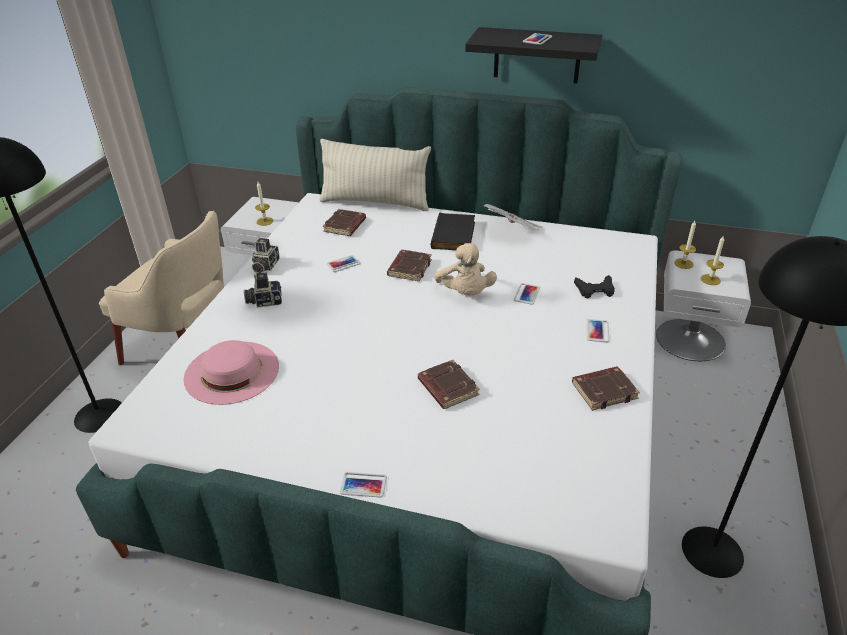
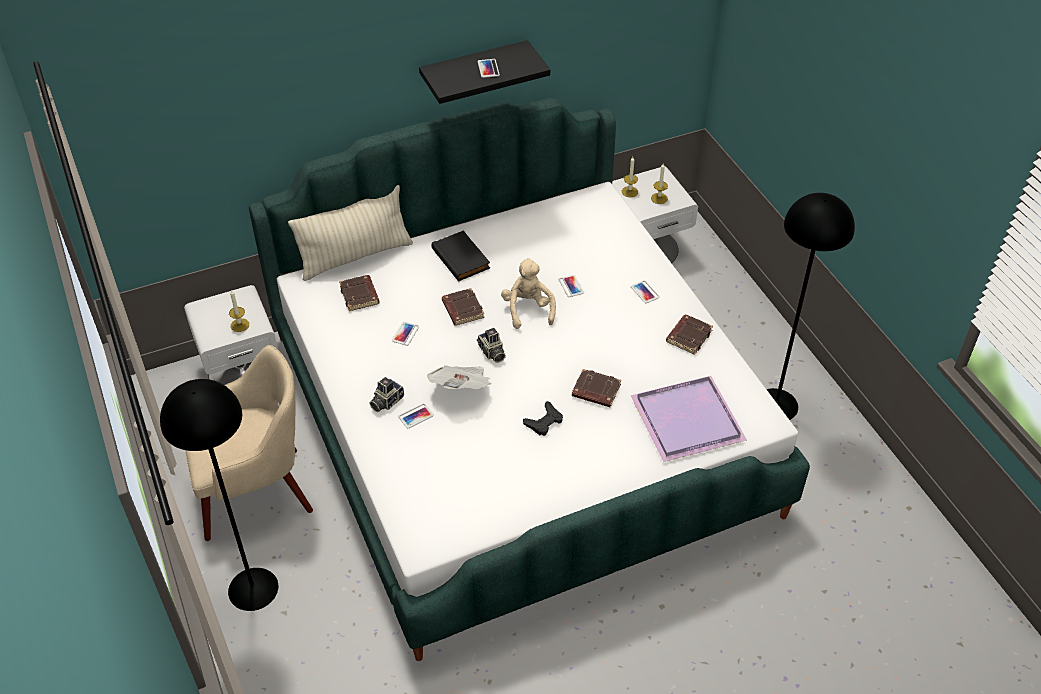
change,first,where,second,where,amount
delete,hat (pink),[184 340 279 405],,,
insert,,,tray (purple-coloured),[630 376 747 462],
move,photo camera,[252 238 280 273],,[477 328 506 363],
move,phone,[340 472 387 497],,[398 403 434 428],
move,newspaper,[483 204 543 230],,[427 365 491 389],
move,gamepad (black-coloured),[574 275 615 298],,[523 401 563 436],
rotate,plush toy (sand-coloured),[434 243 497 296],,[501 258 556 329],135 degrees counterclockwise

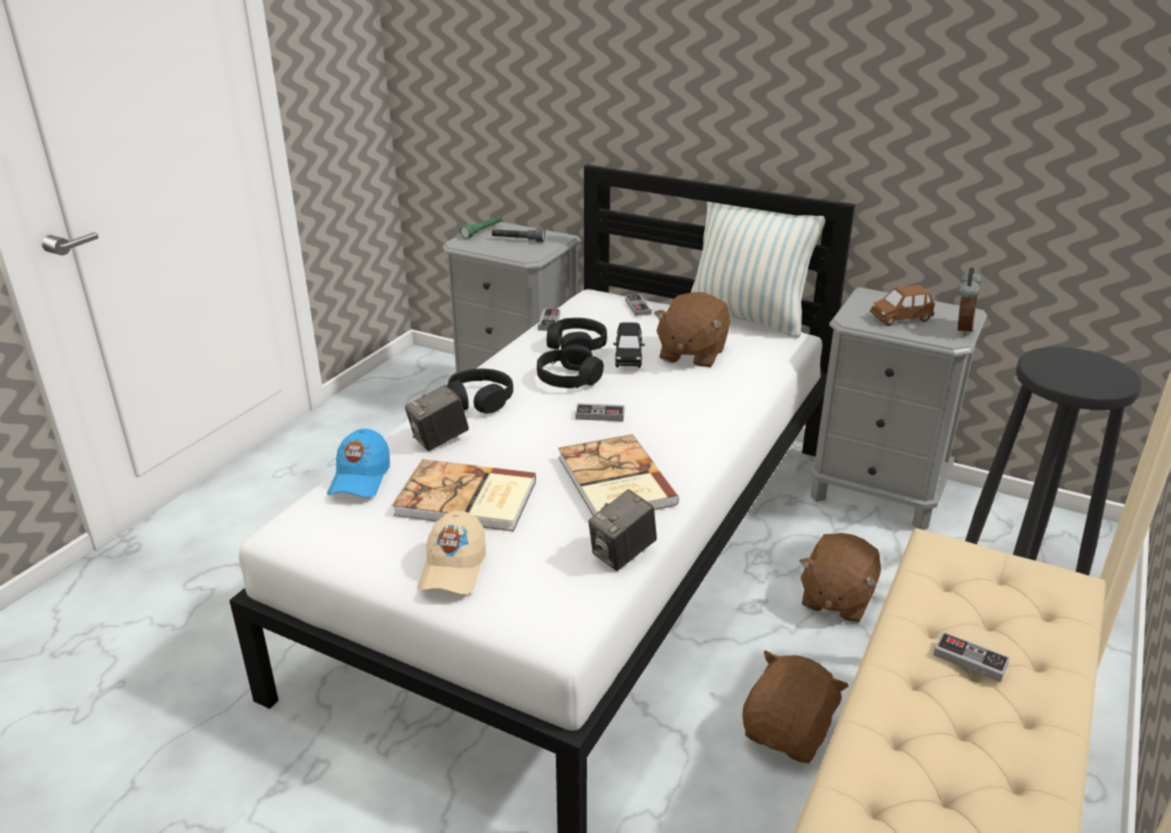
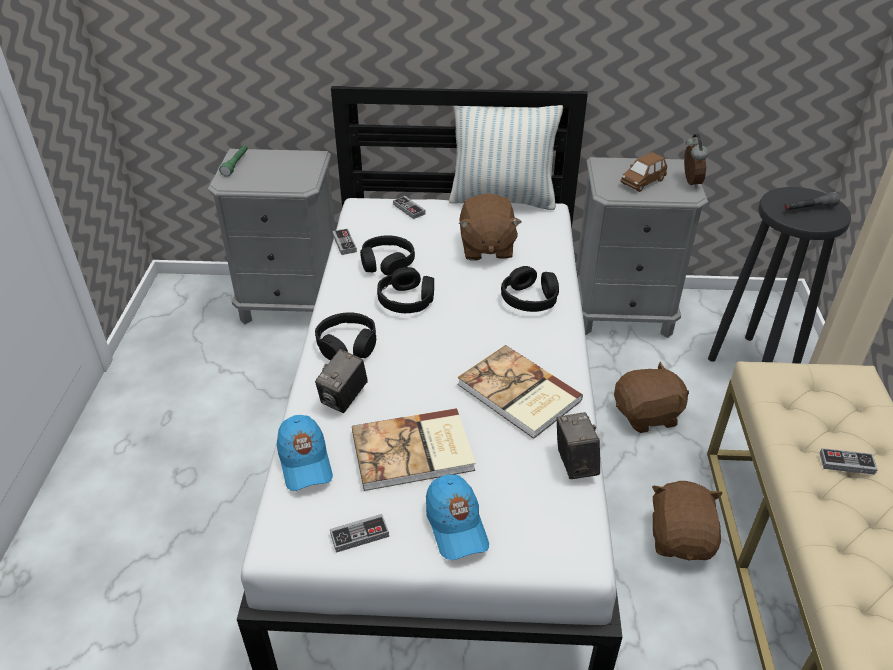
change,first,where,second,where,amount
delete,model car (black-coloured),[613 322 645 368],,,
insert,,,headphones (black-coloured),[501 266 559 312],
move,flashlight (gray),[492 228 545 242],,[784 192 840 210],
move,gamepad,[575 403 625 421],,[330 514 389 553],
recolor,cap (sand-coloured),[418 511 486 594],cap (blue),[426 474 489 560],
rotate,photo camera,[588 489 657 571],,[556 412 600 479],150 degrees clockwise
rotate,plush toy (brownish),[799 533 881 622],,[614 362 689 433],105 degrees counterclockwise

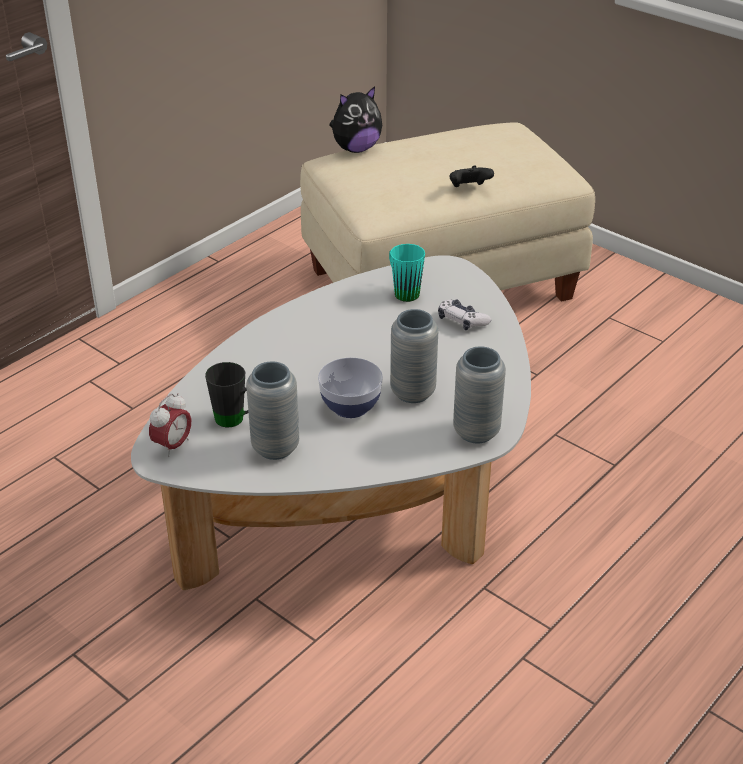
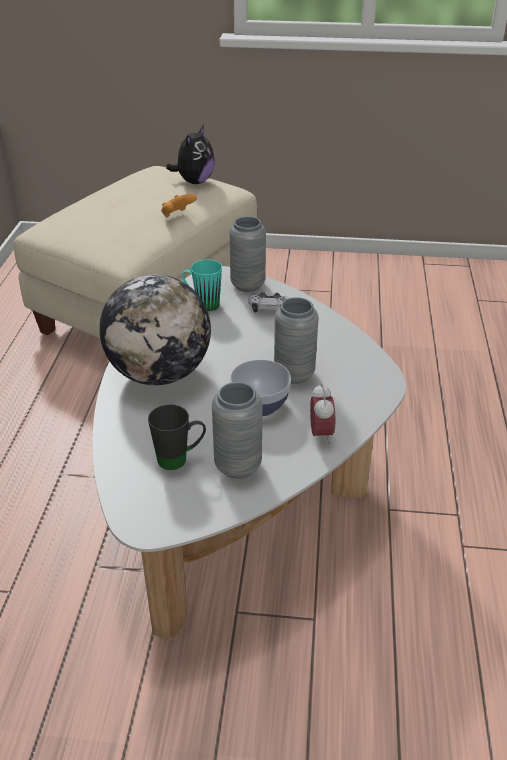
change,first,where,second,where,amount
insert,,,desk globe,[99 274 211 385],
move,table clock,[149 393 191 458],,[310 383 335 444],
move,plush toy,[329 86 382 153],,[166 125 215 184],
move,flower vase (gray),[453 346 506 444],,[229 216 266 292],
recolor,gamepad (black-coloured),[450 166 494 187],gamepad (orangey),[161 193 197 217],

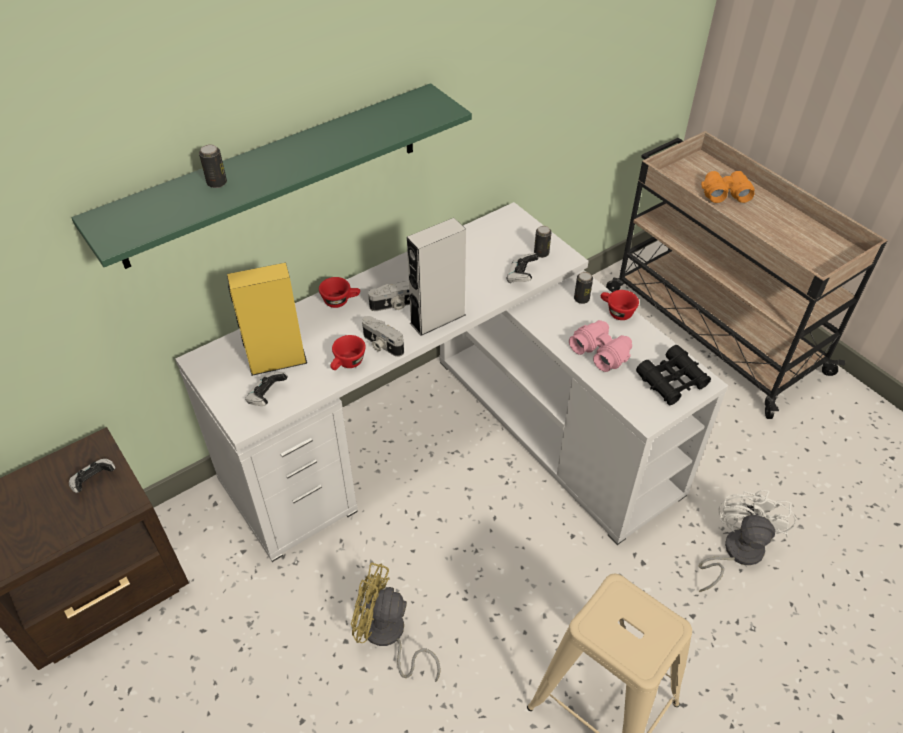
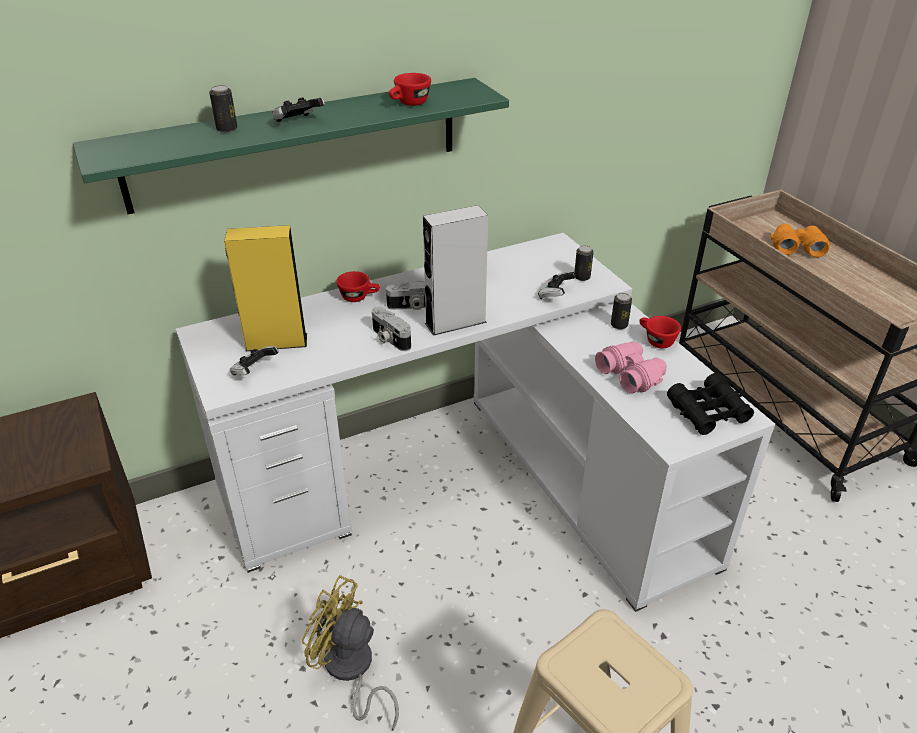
change,first,where,second,where,amount
delete,electric fan (white),[699 490 797 592],,,
move,gamepad,[69 459 116 493],,[272 97 325 122],
move,cup (reddish),[330 335 366 370],,[389 73 431 106],

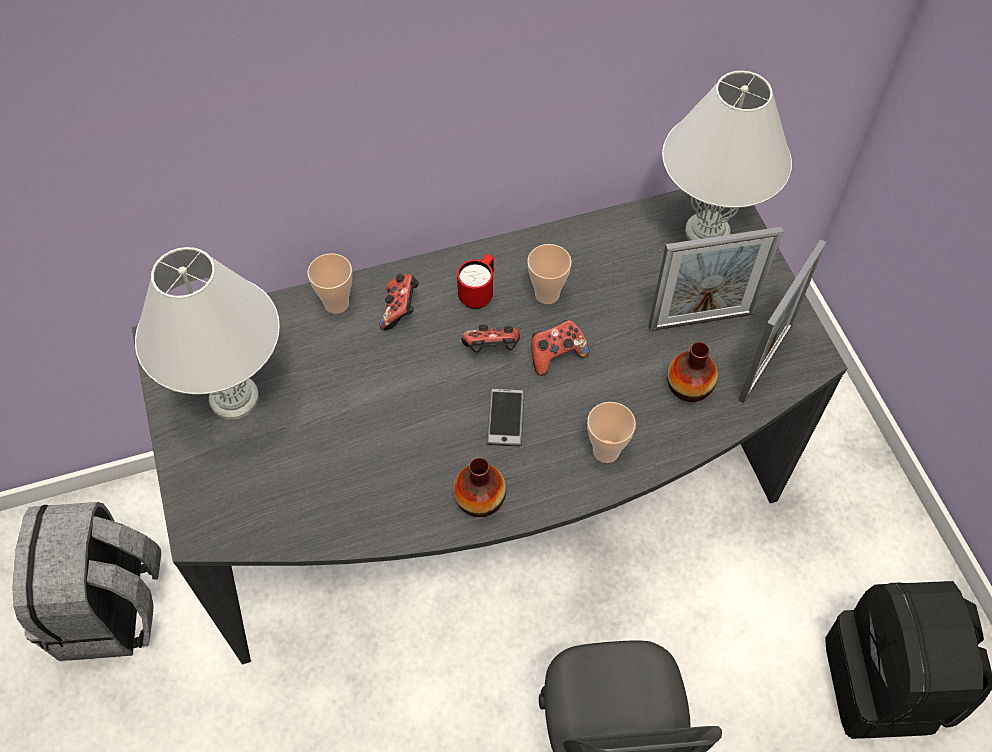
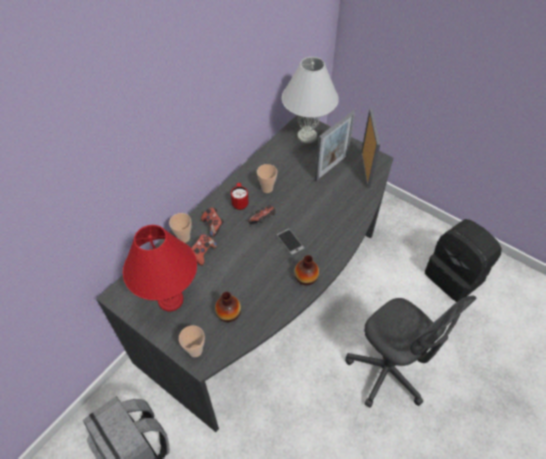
change,first,where,second,where,amount
move,gamepad,[531 320 590 376],,[191 234 217 266],
move,cup,[587 402 636 463],,[179 326 205 357],
move,flower vase,[667 342 718 402],,[215 292 241 322],
recolor,table lamp (white),[135 247 280 420],table lamp (reddish),[123 225 197 311],

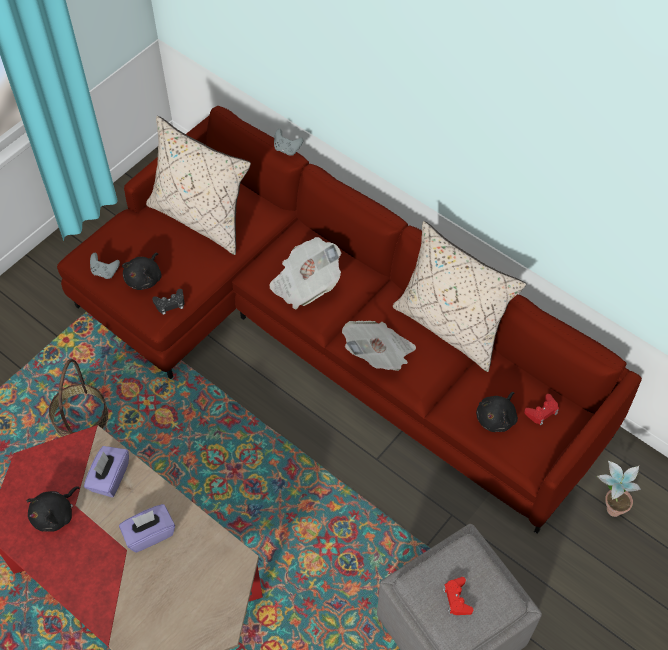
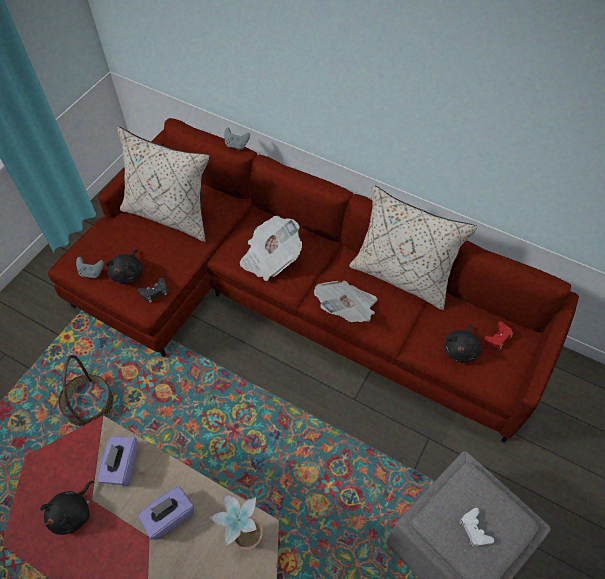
change,first,where,second,where,amount
move,houseplant,[597 461 641 517],,[208 495 263 549],
recolor,gamepad (reddish),[443 577 473 615],gamepad (white),[459 508 494 547],

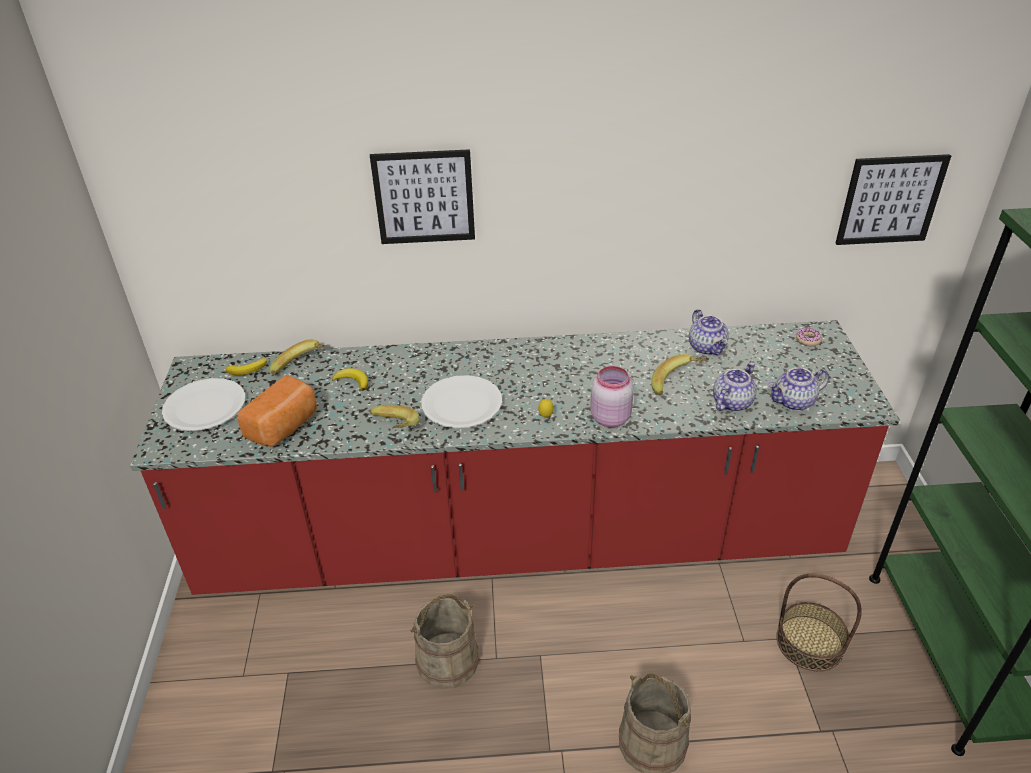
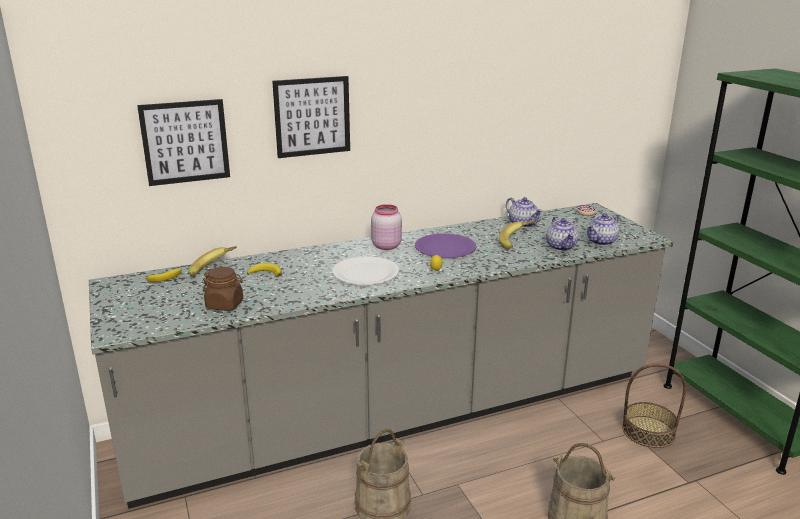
change,first,where,second,where,amount
delete,plate (white),[162 378 245 431],,,
delete,banana fruit,[370 405 420 429],,,
insert,,,plate (purple-coloured),[415 234 477 258],
move,storage jar (pink),[590 366 634 428],,[371 204 402 250],
move,wall art,[836 154 951 245],,[137 99 230 186],
replace,baked bread,[237 375 317 447],storage jar (brownish),[203 267 243 311],
recolor,counter (reddish),[130 320 900 595],counter (gray),[89 203 673 509],
rotate,pot for tea,[713 362 757 412],,[546 217 578 251],150 degrees clockwise

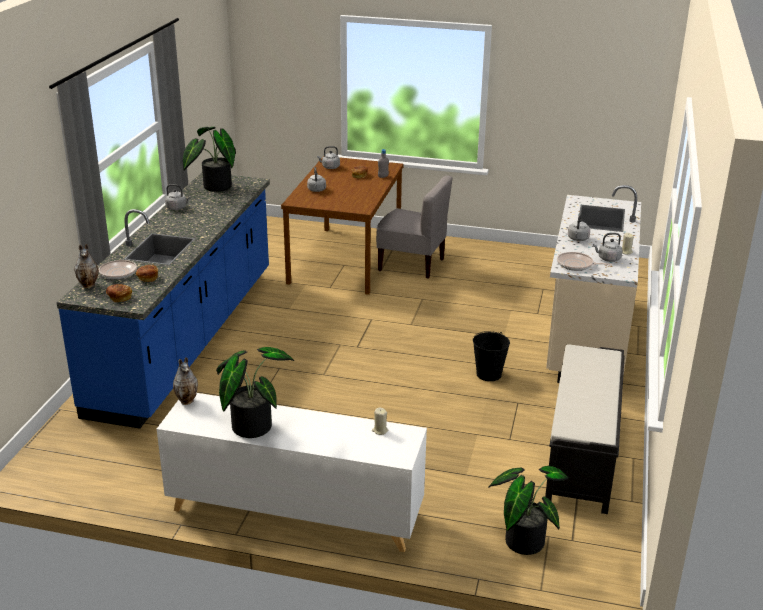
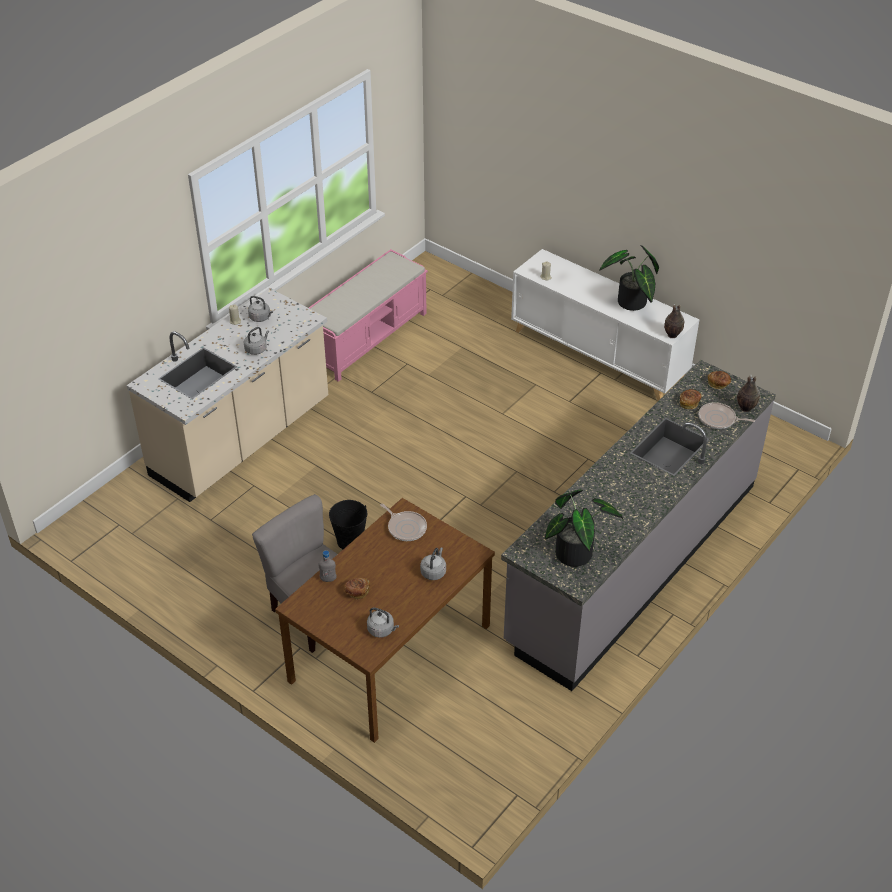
change,first,where,second,where,amount
delete,tea kettle (gray),[165 184 191 210],,,
delete,houseplant,[488 466 569 555],,,
move,bucket (black-coloured),[473 331 510 381],,[329 500 367 549],
move,frying pan,[557 252 612 271],,[380 504 427 541],
recolor,counter (blue),[57 173 270 429],counter (gray),[501 360 776 691],
recolor,long seat (black-coloured),[545 344 625 514],long seat (pink),[309 249 428 382],

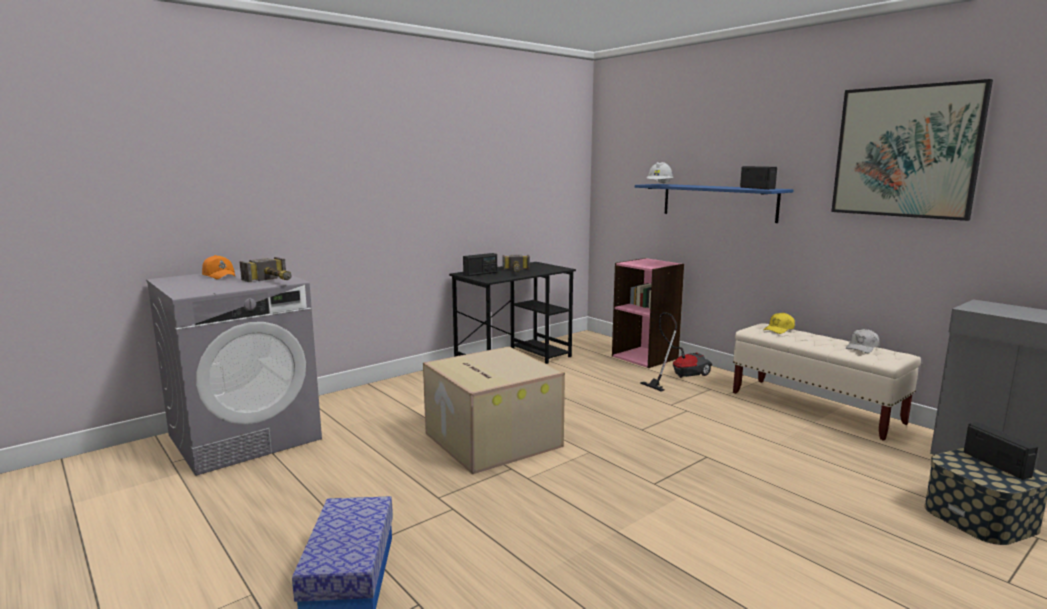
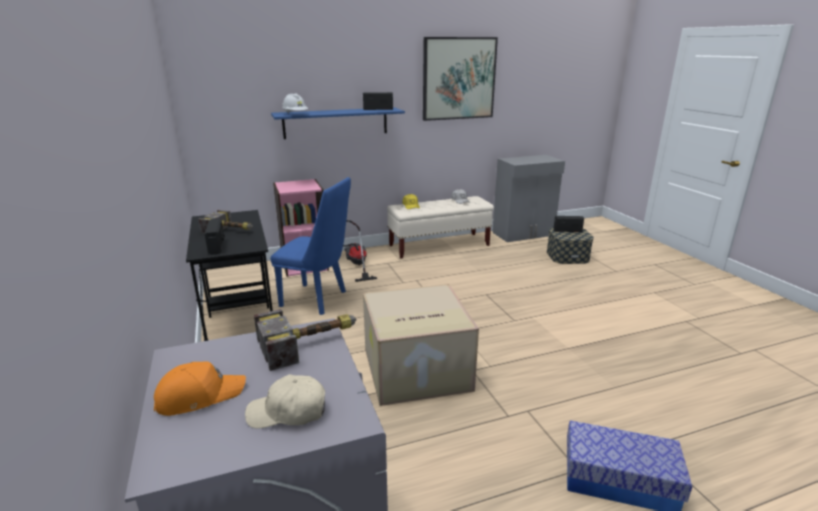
change,first,where,second,where,amount
insert,,,cap (sand-coloured),[245 374 325 429],
insert,,,plain chair (blue),[270 177 351 315],

